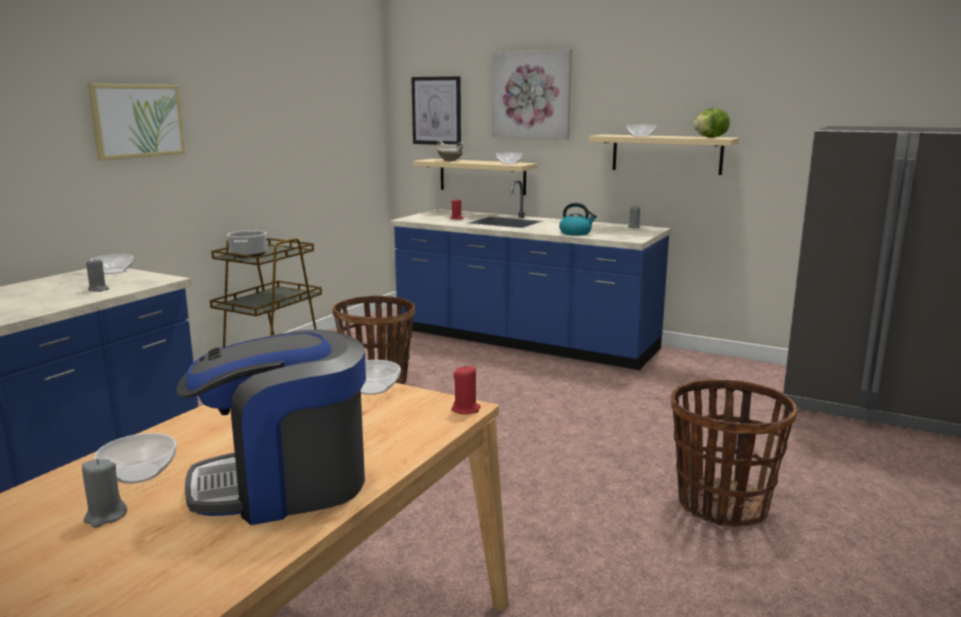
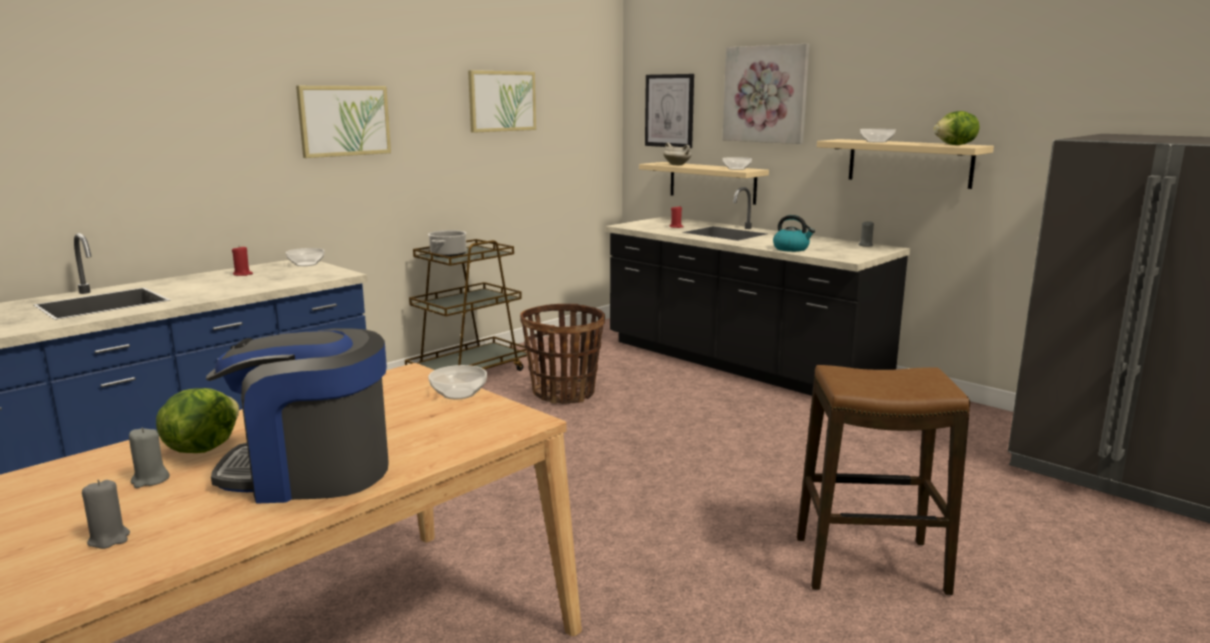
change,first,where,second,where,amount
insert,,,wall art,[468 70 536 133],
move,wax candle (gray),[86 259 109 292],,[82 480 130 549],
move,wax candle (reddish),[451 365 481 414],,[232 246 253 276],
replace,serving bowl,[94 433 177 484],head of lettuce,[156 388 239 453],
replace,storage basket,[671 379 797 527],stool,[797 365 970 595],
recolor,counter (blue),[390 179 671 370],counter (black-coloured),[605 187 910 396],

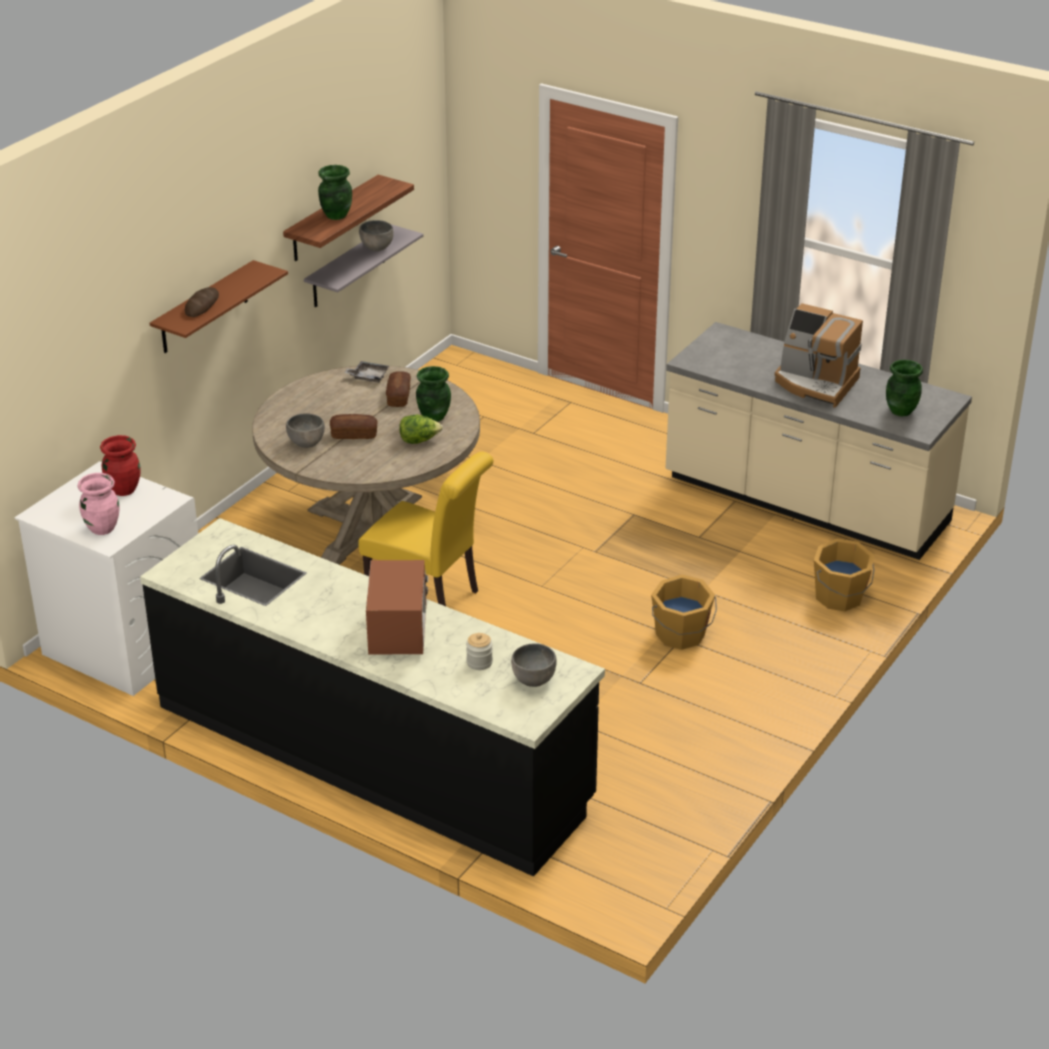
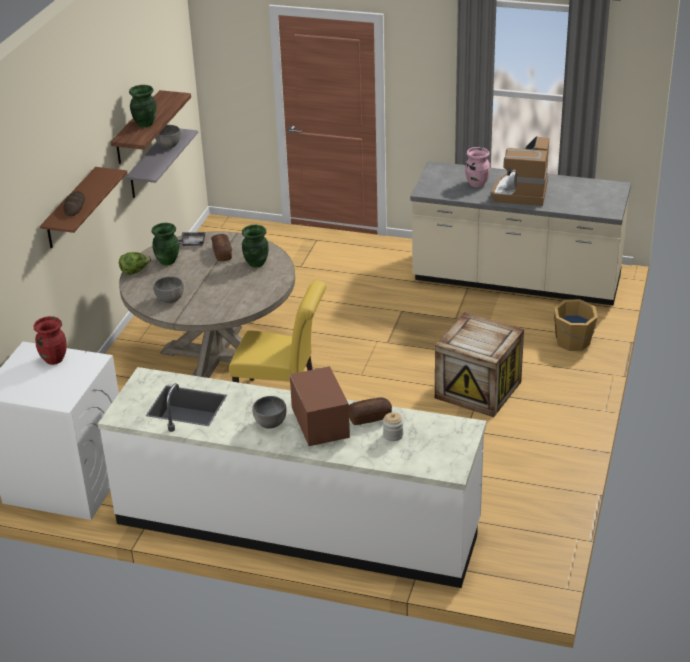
change,first,where,second,where,amount
move,flower vase (pink),[78 473 119 535],,[465 147 490 187],
move,baked bread,[330 414 378 439],,[349 397 392 425],
move,head of lettuce,[399 415 443 444],,[119 252 151 275],
move,serving bowl (gray),[511 643 557 687],,[252 396 287 429],
move,flower vase (green),[886 360 923 416],,[152 223 179 265],
replace,bucket (orangey),[651 575 717 650],shipping crate,[435 312 524 417],
recolor,counter (black-coloured),[140 518 605 877],counter (white),[98 367 486 588],
rotate,coffee maker,[775 303 863 408],,[491 136 549 206],90 degrees clockwise

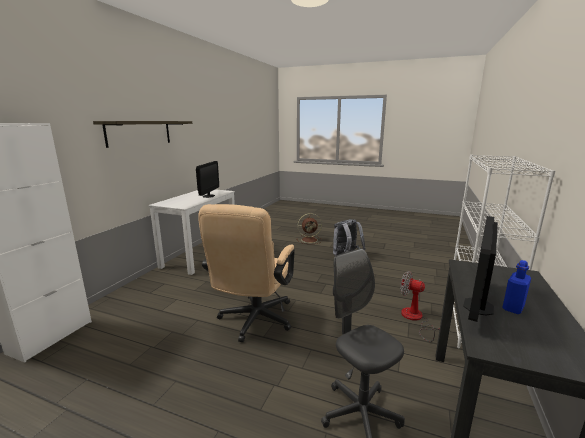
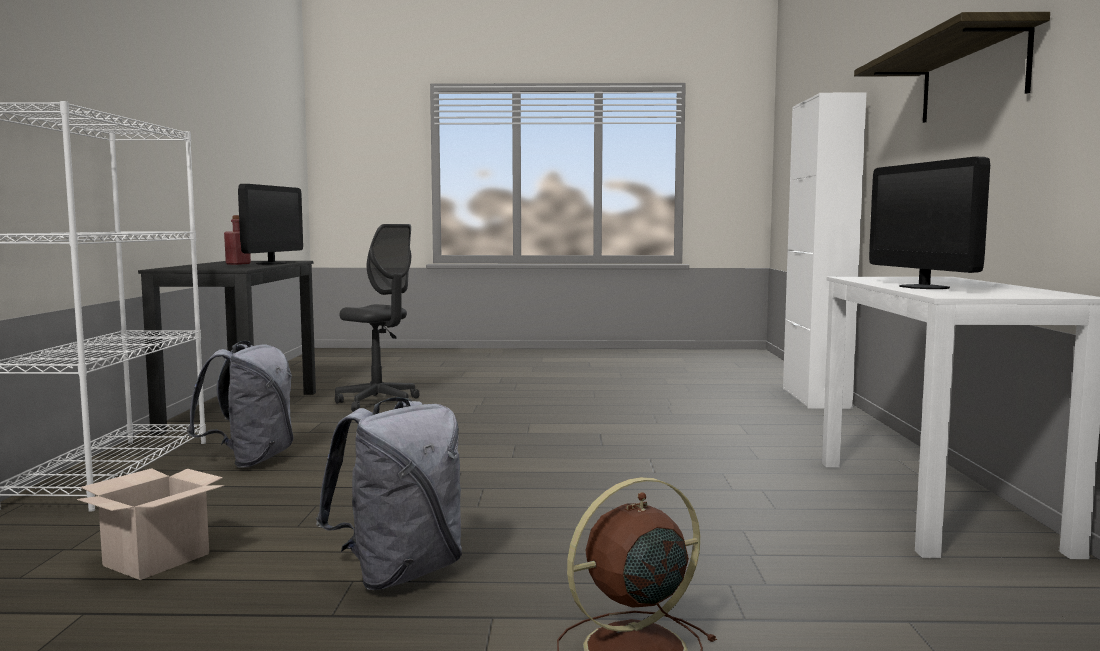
change,first,where,second,where,amount
delete,desk chair (sand-coloured),[198 204 295 342],,,
insert,,,cardboard box,[77 468 224 580],
replace,electric fan,[400 271 440 342],rucksack (gray),[187 341 293 468],
recolor,drink bottle (blue),[502 260 531 314],drink bottle (reddish),[224 215 251 265],

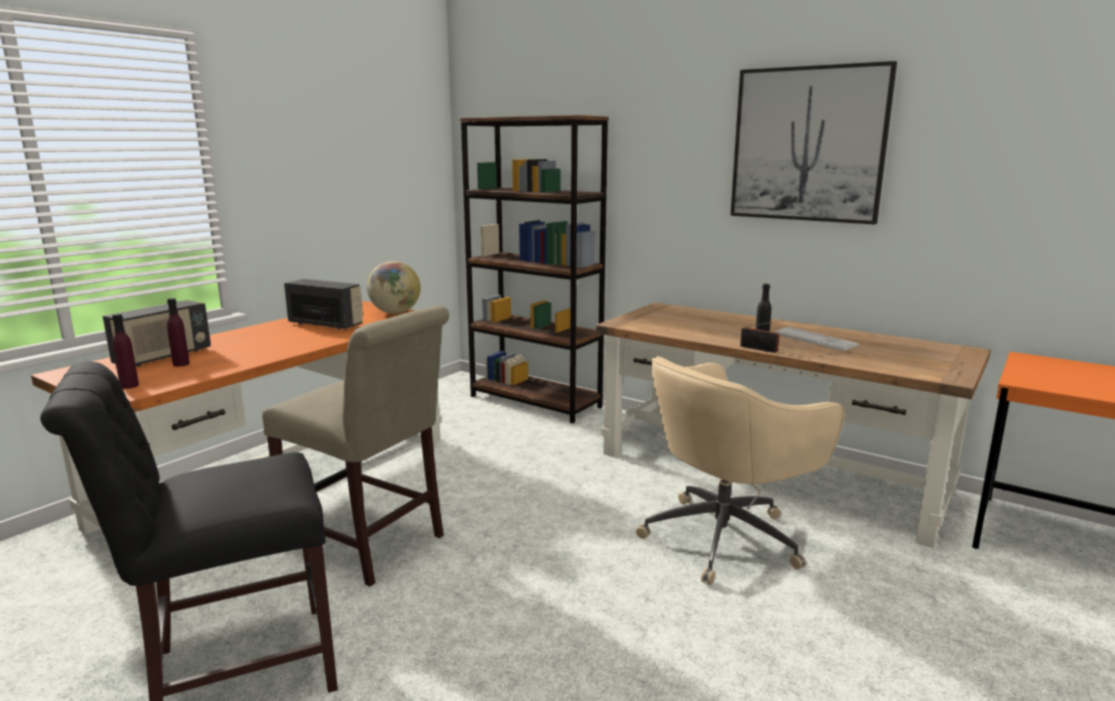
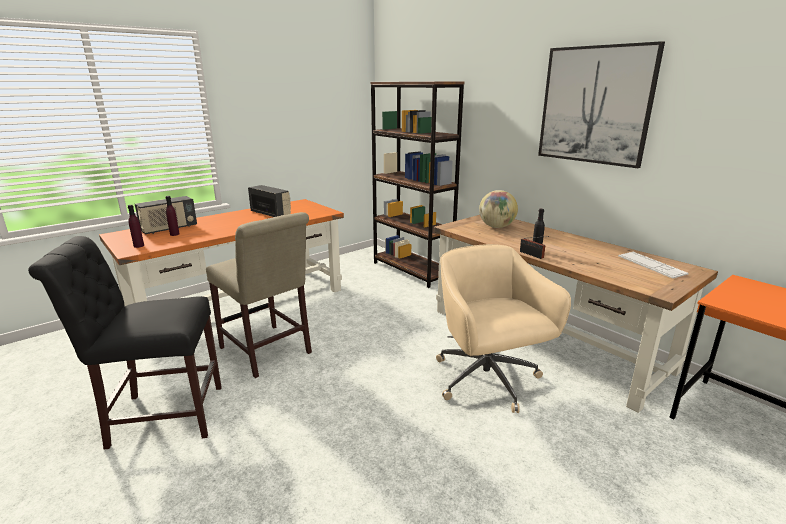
change,first,where,second,where,amount
move,desk globe,[367 261 421 314],,[479 190 518 228],
move,keyboard,[774 327 859 351],,[618 252 689 279],
rotate,desk chair (sand-coloured),[636 356 844 585],,[436 244 571 413],90 degrees clockwise

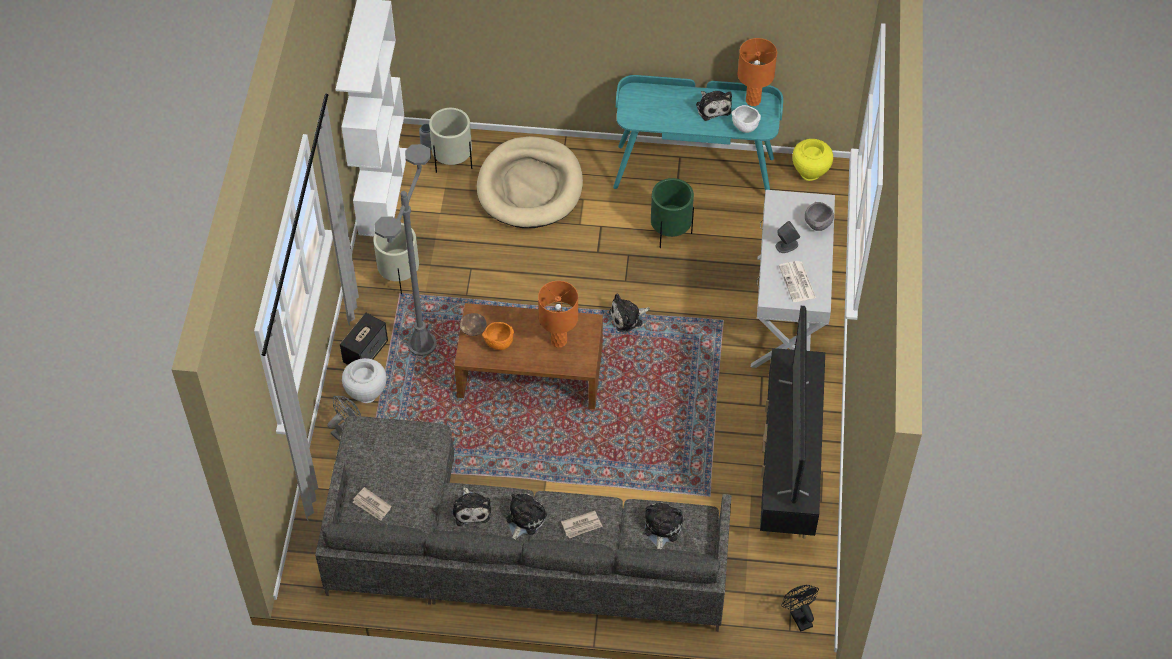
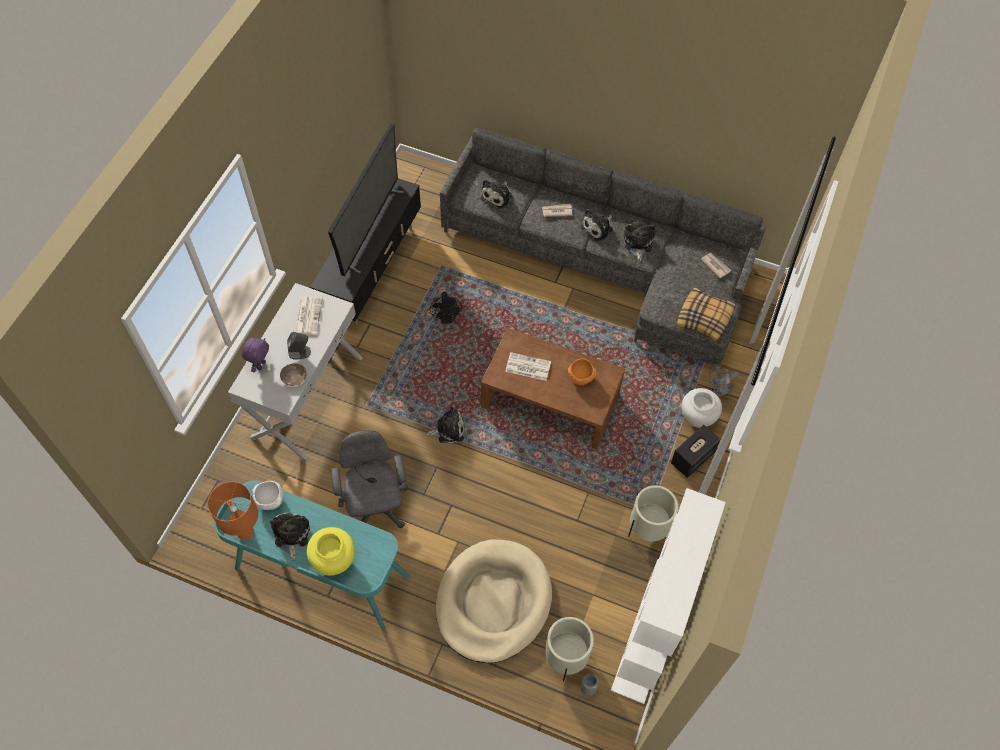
change,first,where,second,where,amount
delete,standing lamp (gray),[375 144 437 356],,,
insert,,,throw pillow,[677 287 735 342],
move,serving bowl (brownish),[460 313 487 336],,[280 363 306 386],
move,electric fan (black-coloured),[781 585 819 632],,[430 292 462 324],
move,flower vase (yellow),[792 139 833 181],,[307 527 355 576],
replace,table lamp (orangey),[538 281 578 348],newspaper,[505 352 551 381],
replace,plant pot (green),[651 178 694 248],desk chair (gray),[331 430 408 528],
replace,serving bowl (gray),[805 202 834 231],plush toy (purple-coloured),[242 338 269 372],

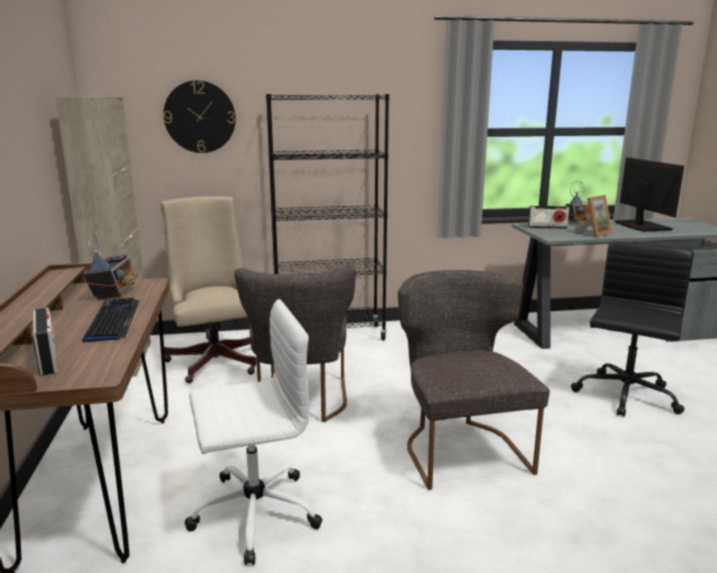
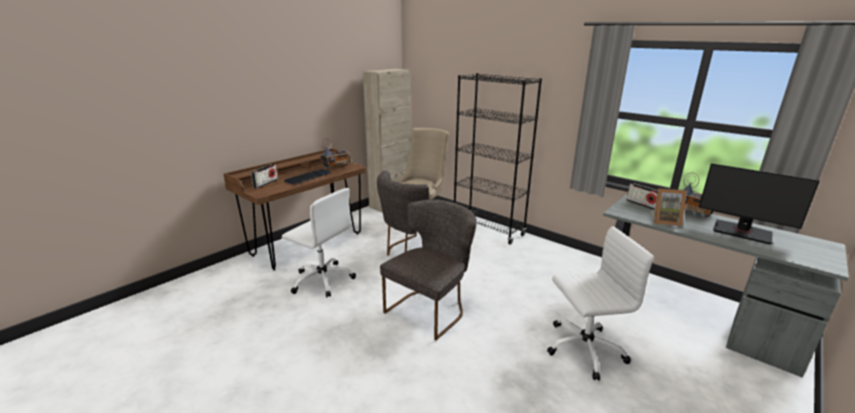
change,first,where,second,where,amount
delete,wall clock,[163 80 236 153],,,
recolor,desk chair (black-coloured),[571 241 694 417],desk chair (white),[547 226 654 381],
rotate,computer screen,[614 157 684 232],,[699 163 820 244],90 degrees clockwise

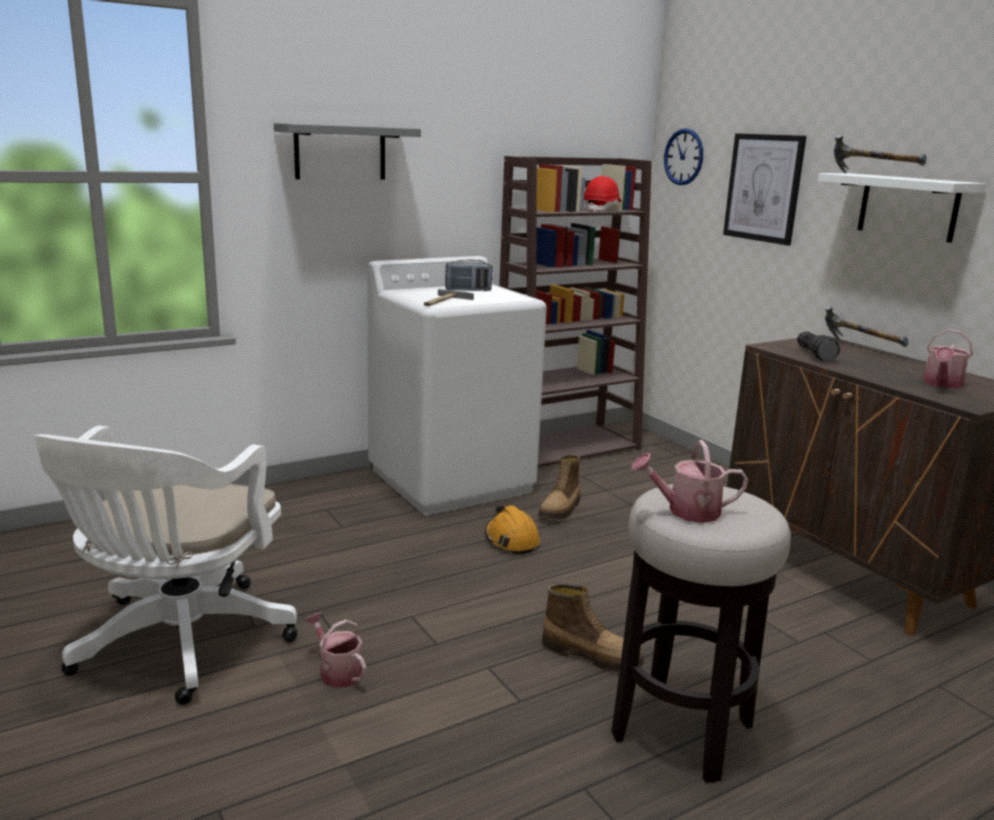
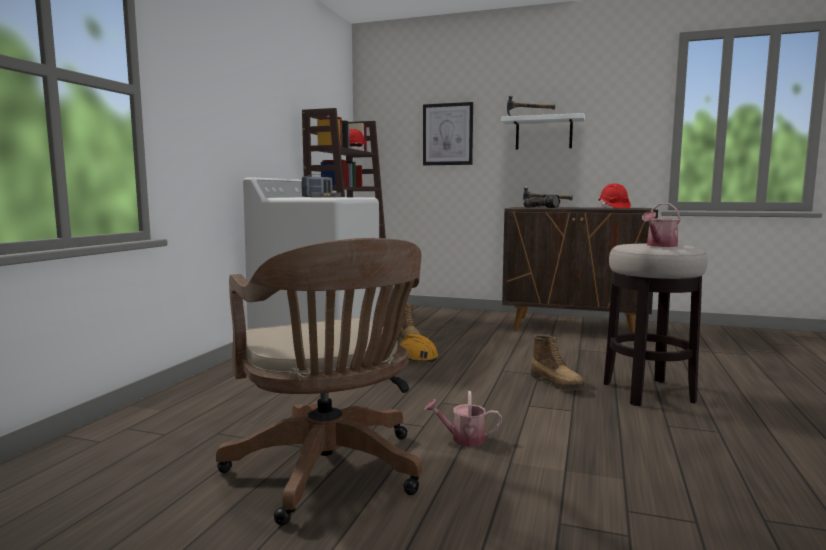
change,first,where,second,where,amount
delete,bracket shelf (gray),[274 123 421 180],,,
delete,wall clock,[664 128 703 185],,,
replace,watering can,[923 329 973 389],hard hat (reddish),[599 183 631 208],
recolor,desk chair (white),[34 426 297 705],desk chair (brownish),[216 238 422 526],
rotate,tall boot,[542 583 644 672],,[531 335 585 390],75 degrees clockwise

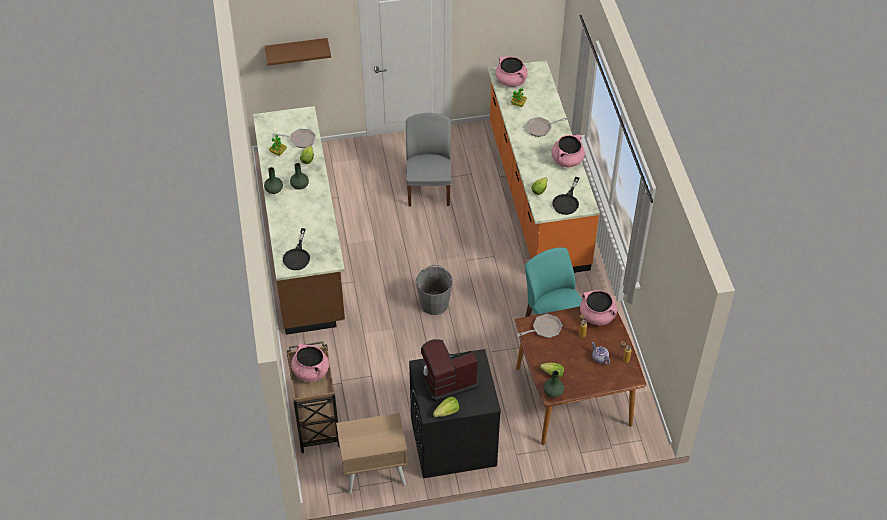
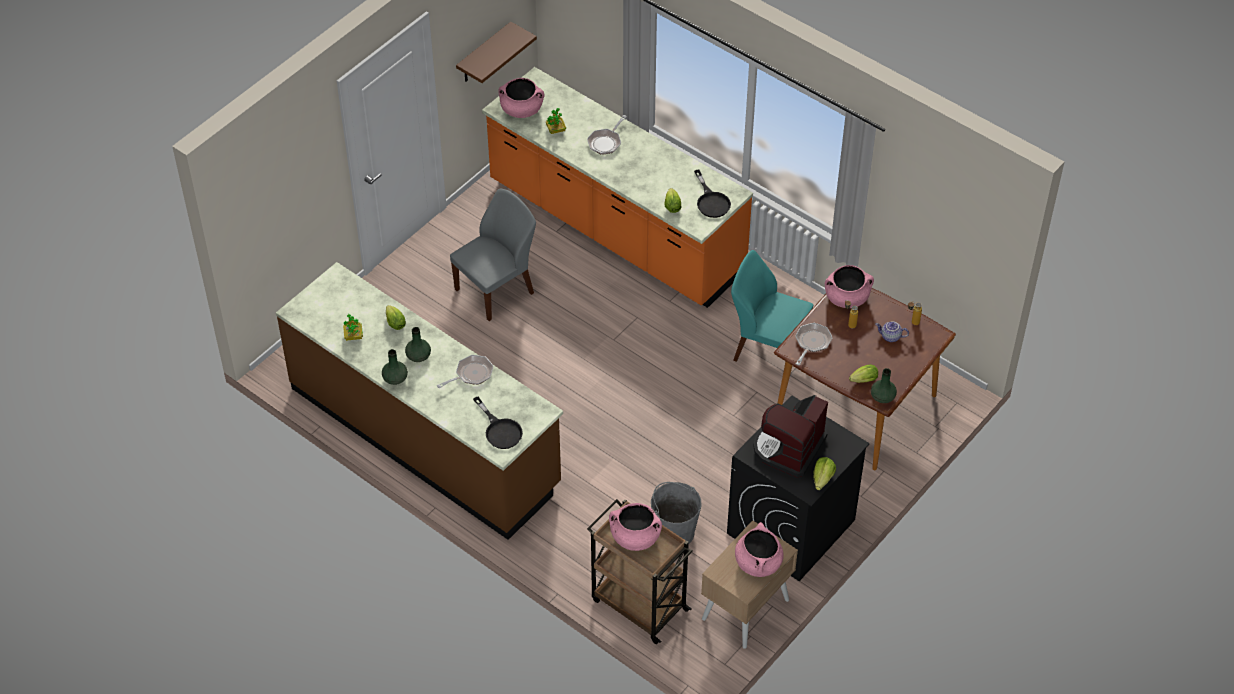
change,first,where,second,where,amount
move,bracket shelf (brownish),[265 38 331 66],,[456 22 537 83],
move,frying pan,[272 129 316 148],,[437 355 493 388],
move,bucket (gray),[416 265 453 315],,[651 482 702 544],
move,cooking pot (pink),[551 135 585 167],,[735 522 784 577],
rotate,plain chair (gray),[406 113 451 206],,[450 189 536 321],90 degrees clockwise

